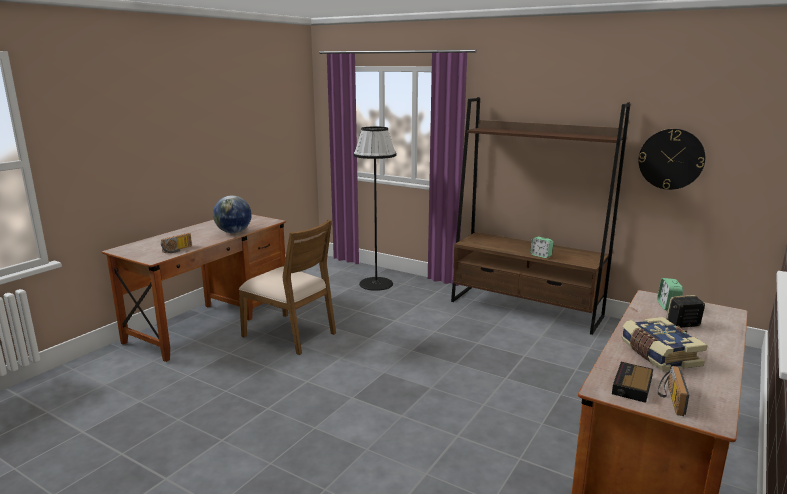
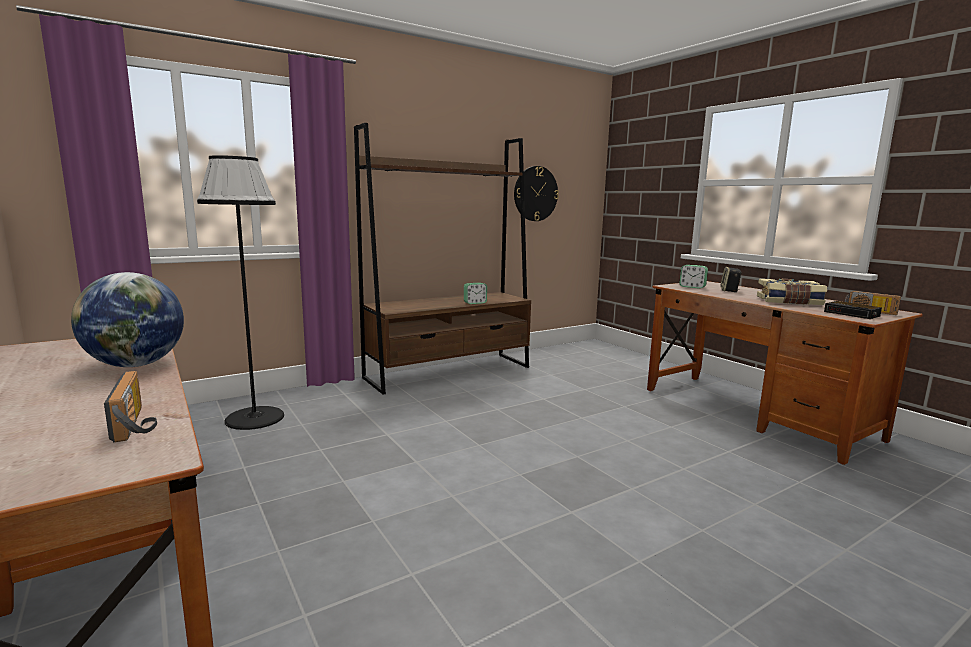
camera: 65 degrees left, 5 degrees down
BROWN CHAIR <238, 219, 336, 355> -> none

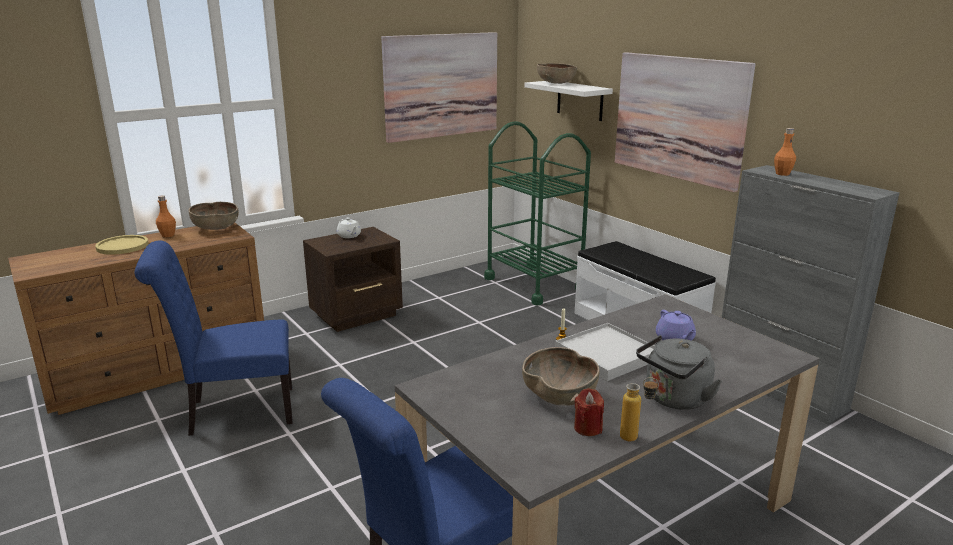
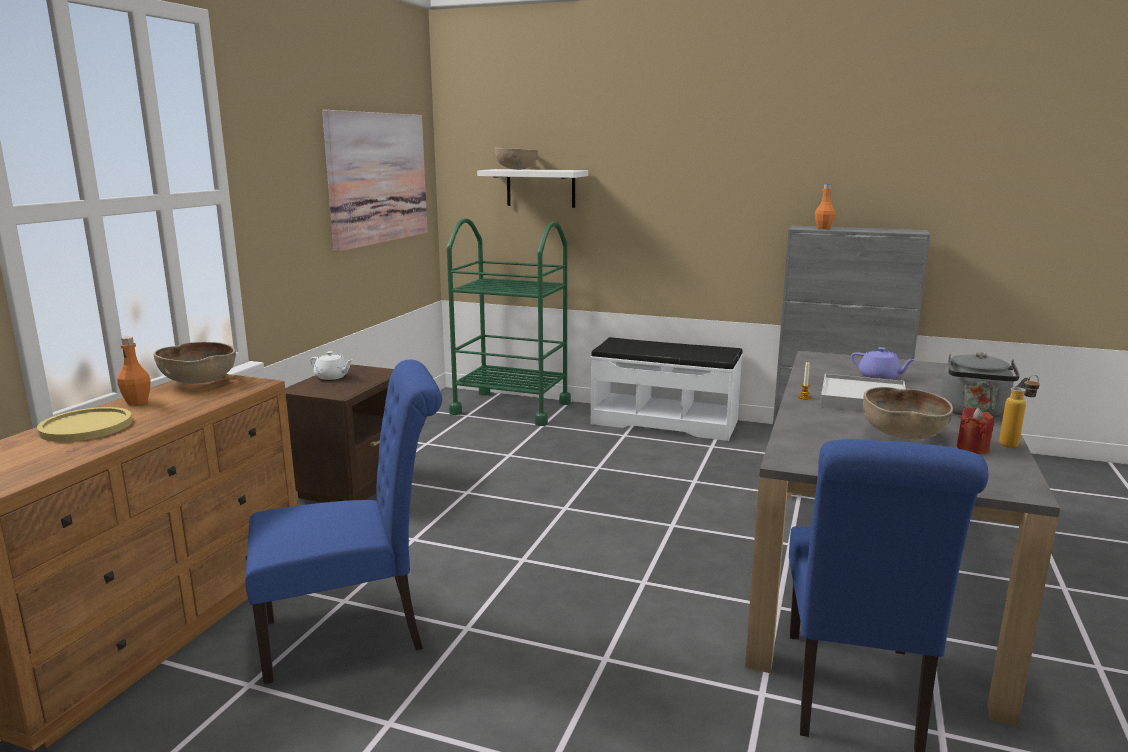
camera: 35 degrees left, 5 degrees down
PICTURE <615, 52, 755, 192> -> none
BLUISH CHAIR <135, 241, 293, 436> -> BLUISH CHAIR <246, 360, 442, 684>, 150 degrees counterclockwise

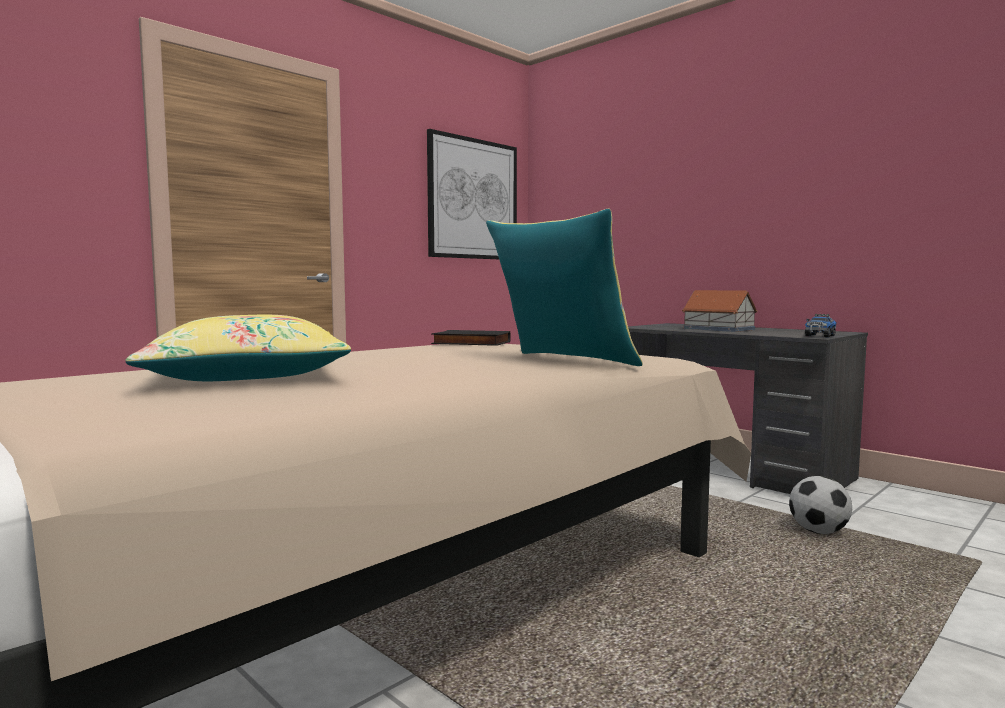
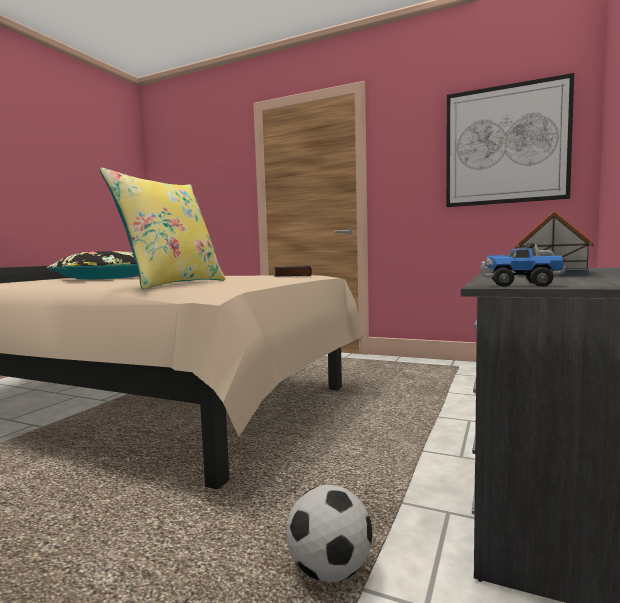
camera: 70 degrees right, 0 degrees up
YELLOW CUSHION <125, 315, 351, 381> -> BLACK CUSHION <47, 251, 139, 280>

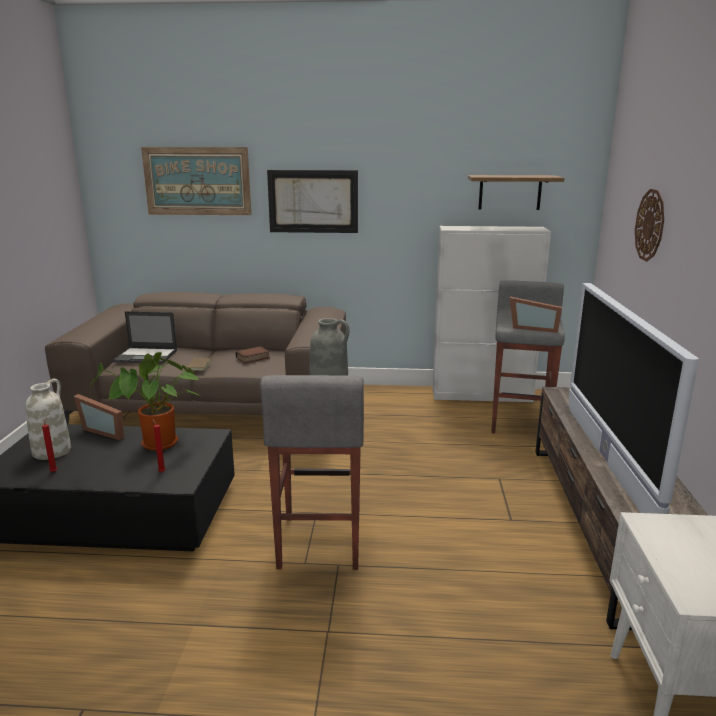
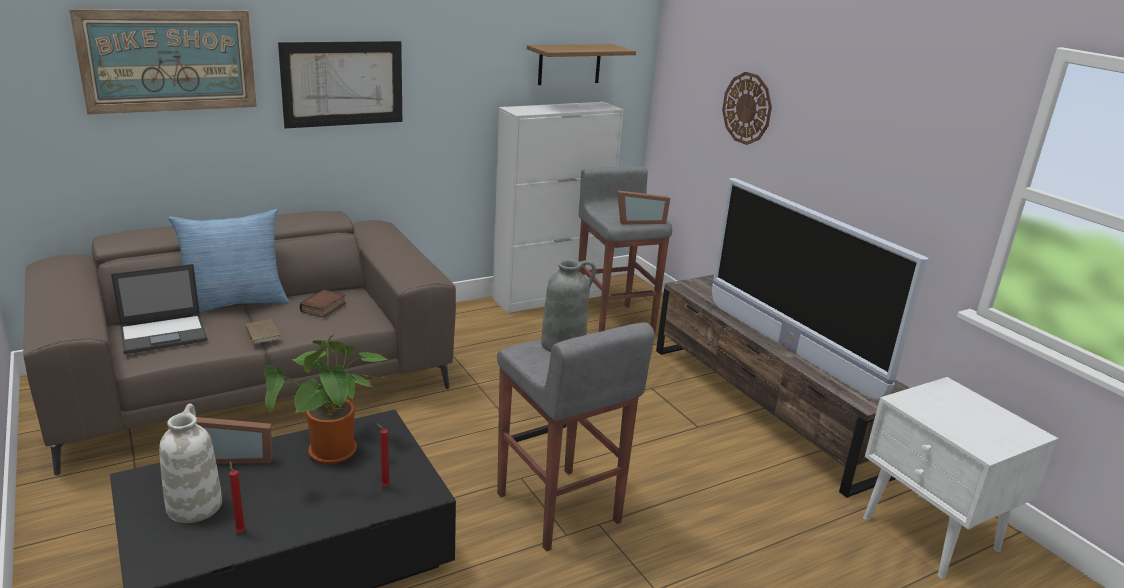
camera: 35 degrees left, 5 degrees up
none -> CUSHION <168, 209, 290, 313>

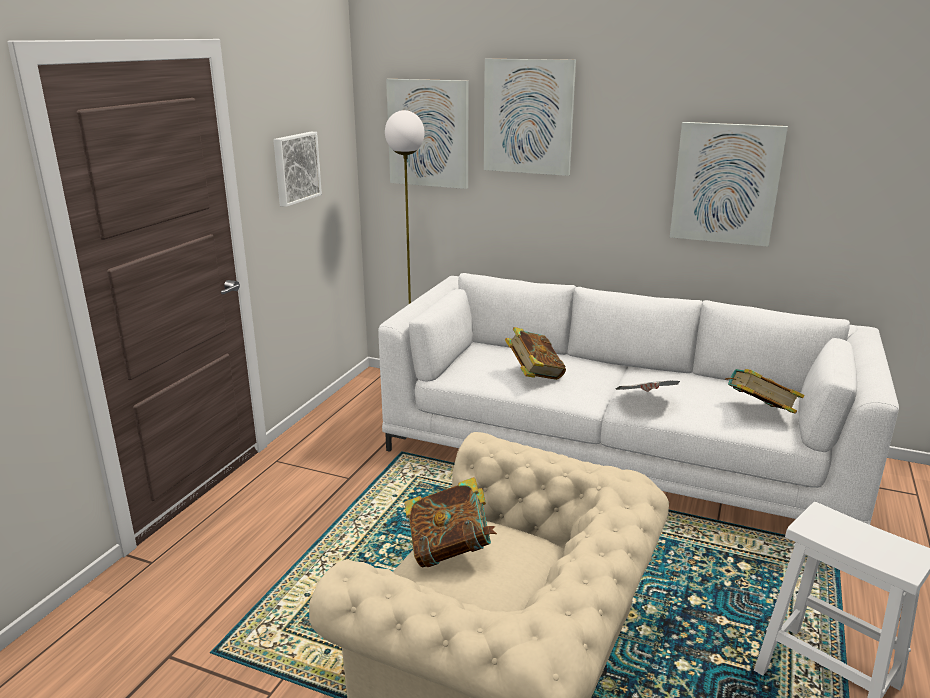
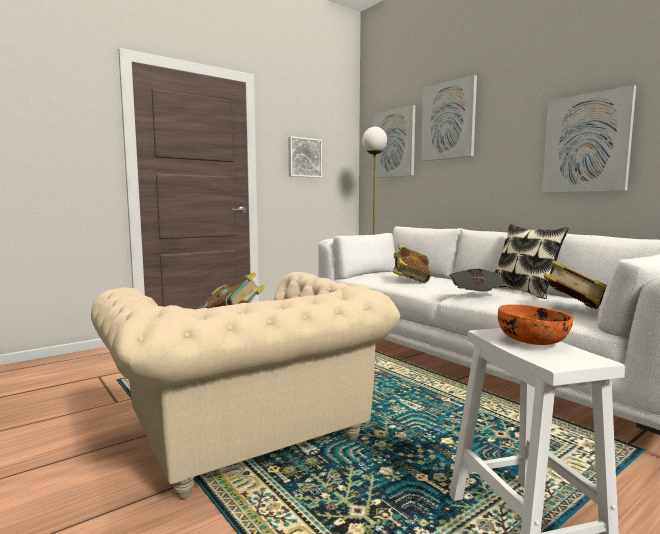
camera: 30 degrees right, 15 degrees down
none -> CUSHION <493, 224, 569, 299>
none -> ORANGE SERVING BOWL <498, 304, 573, 345>

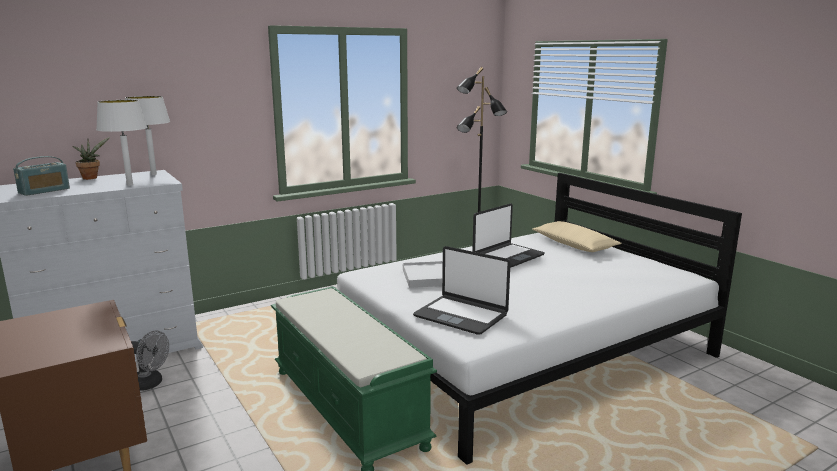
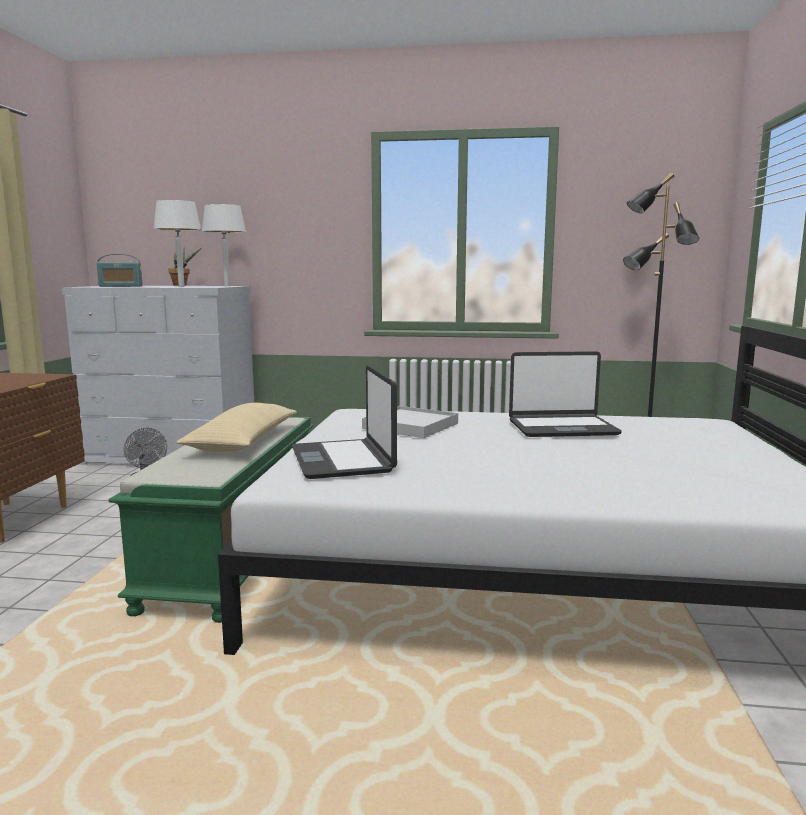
camera: 40 degrees right, 5 degrees down
BEIGE-COLOURED CUSHION <532, 221, 622, 252> -> BEIGE-COLOURED CUSHION <176, 403, 297, 452>, shifted

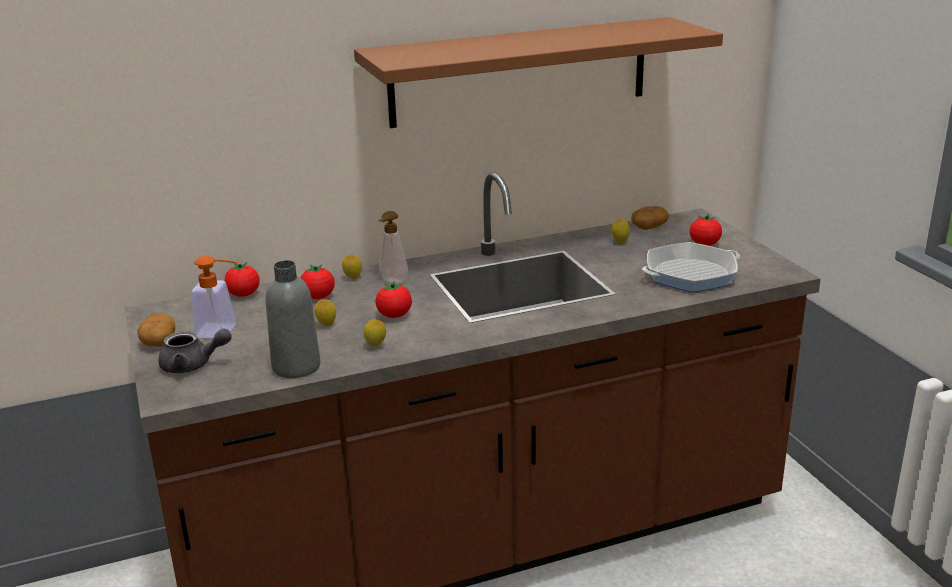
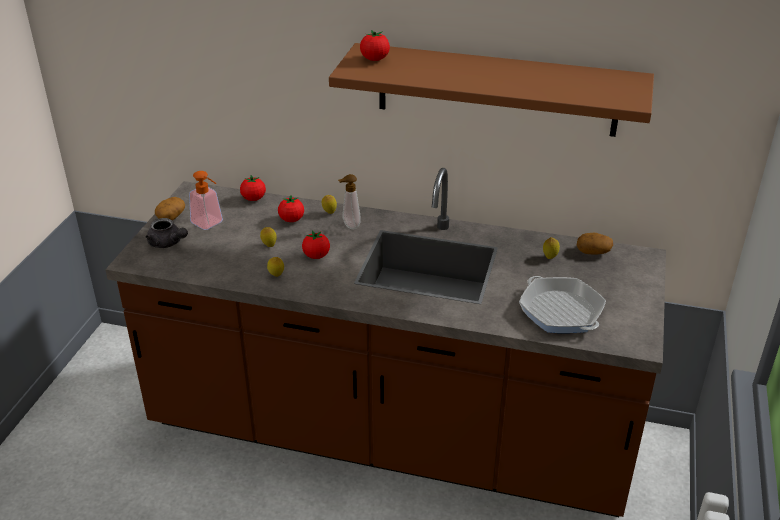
camera: 35 degrees right, 10 degrees up
TOMATO <690, 214, 722, 246> -> TOMATO <360, 30, 390, 61>, shifted
FRYING PAN <642, 242, 740, 292> -> FRYING PAN <519, 276, 606, 333>, 45 degrees clockwise
GREY BOTTLE <266, 260, 320, 378> -> none

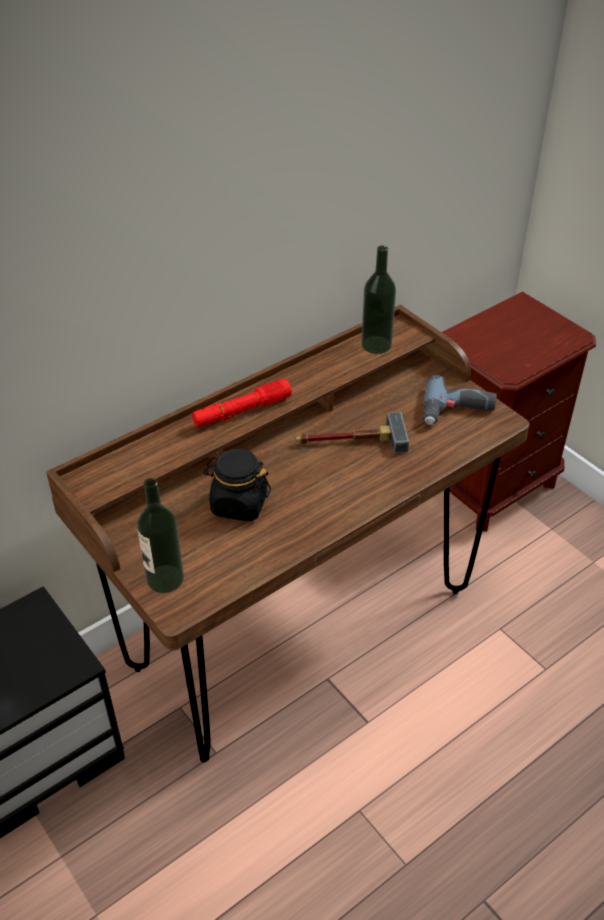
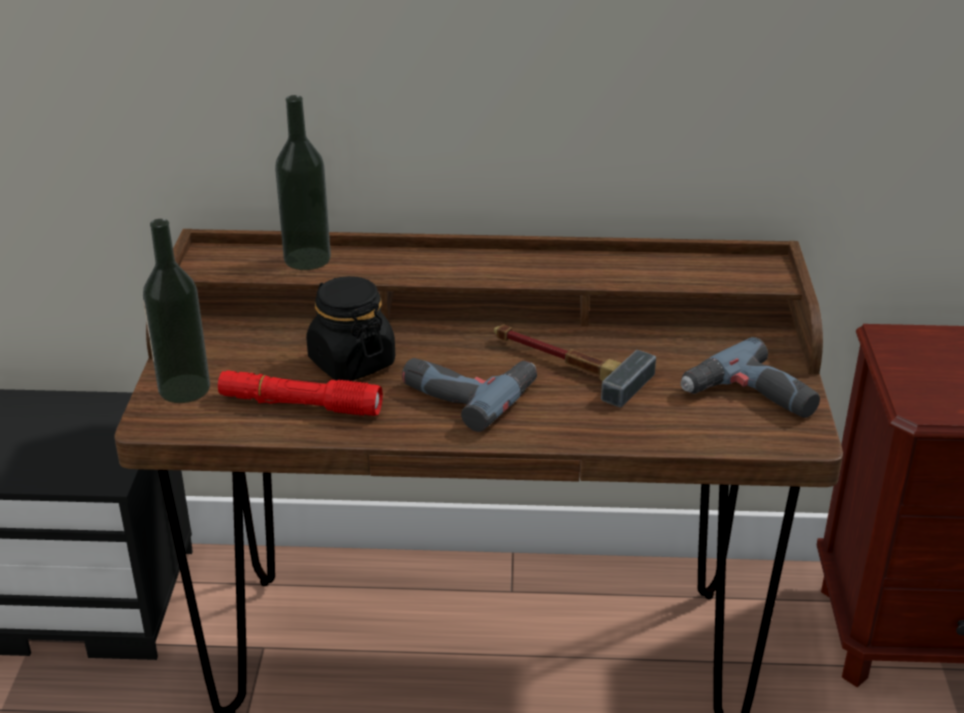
camera: 40 degrees right, 10 degrees down
BOTTLE <361, 245, 396, 354> -> BOTTLE <275, 95, 331, 270>, shifted
RED HAND TORCH <192, 379, 292, 427> -> RED HAND TORCH <218, 370, 383, 416>, shifted
none -> ELECTRIC DRILL <402, 358, 537, 432>

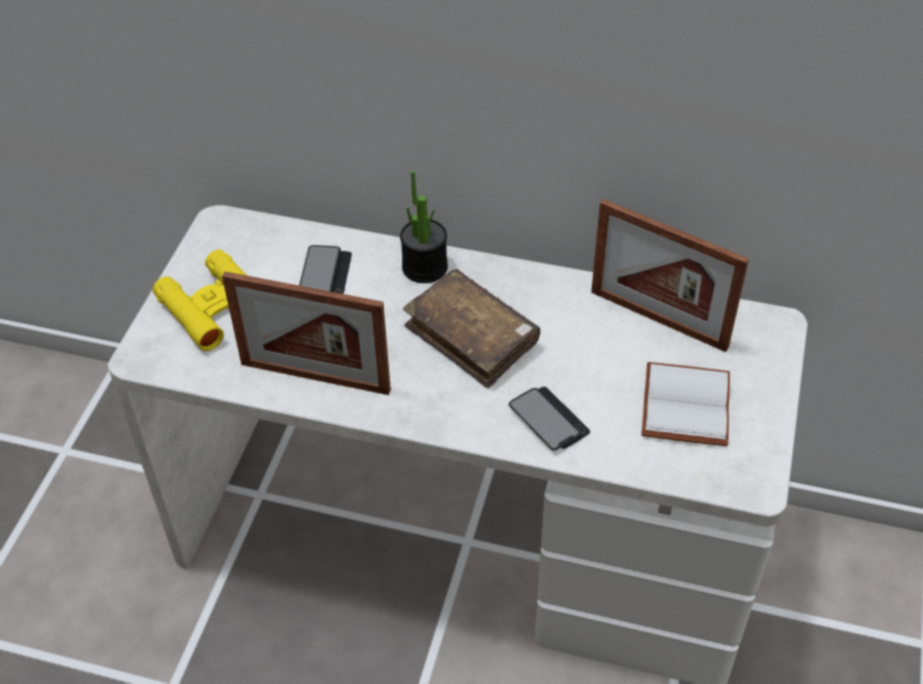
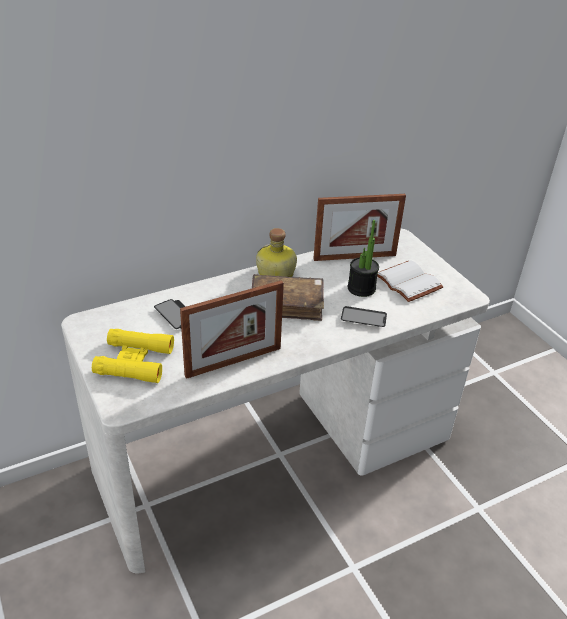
camera: 45 degrees left, 10 degrees down
HOUSEPLANT <400, 170, 448, 283> -> HOUSEPLANT <348, 220, 379, 297>, shifted
none -> BOTTLE <256, 228, 297, 277>

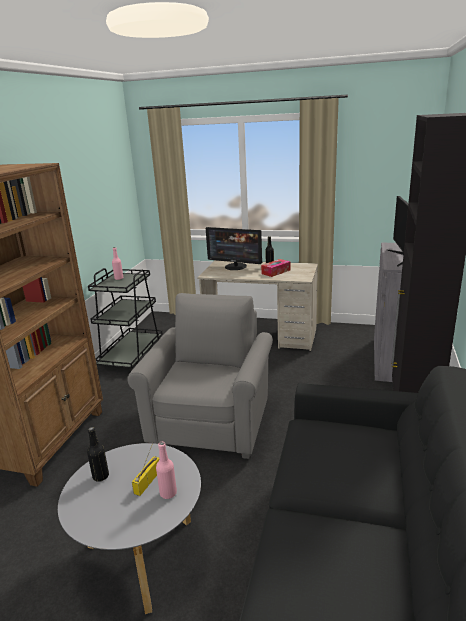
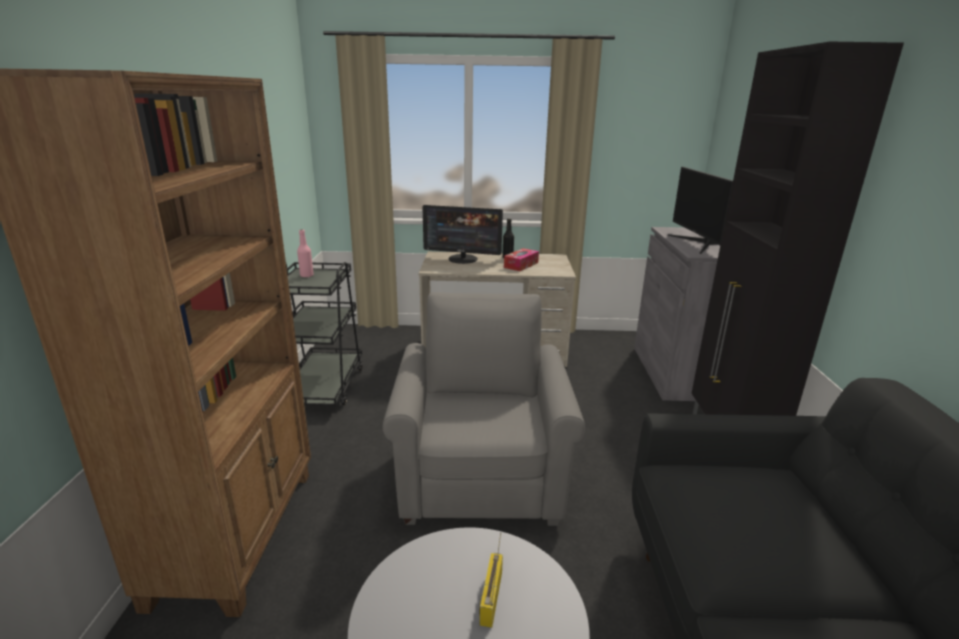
camera: 15 degrees left, 0 degrees up
BLACK BOTTLE <87, 427, 109, 482> -> none
PINK BOTTLE <156, 442, 177, 499> -> none

